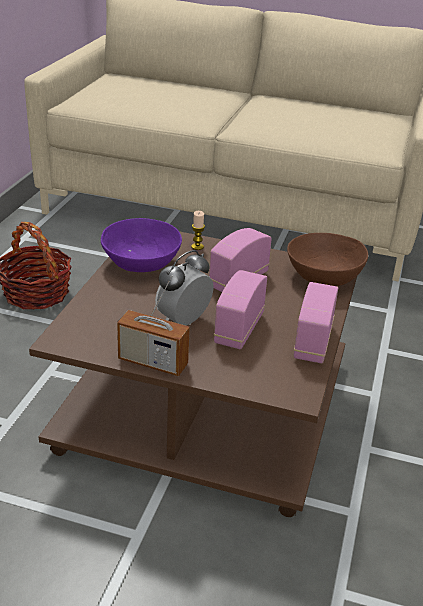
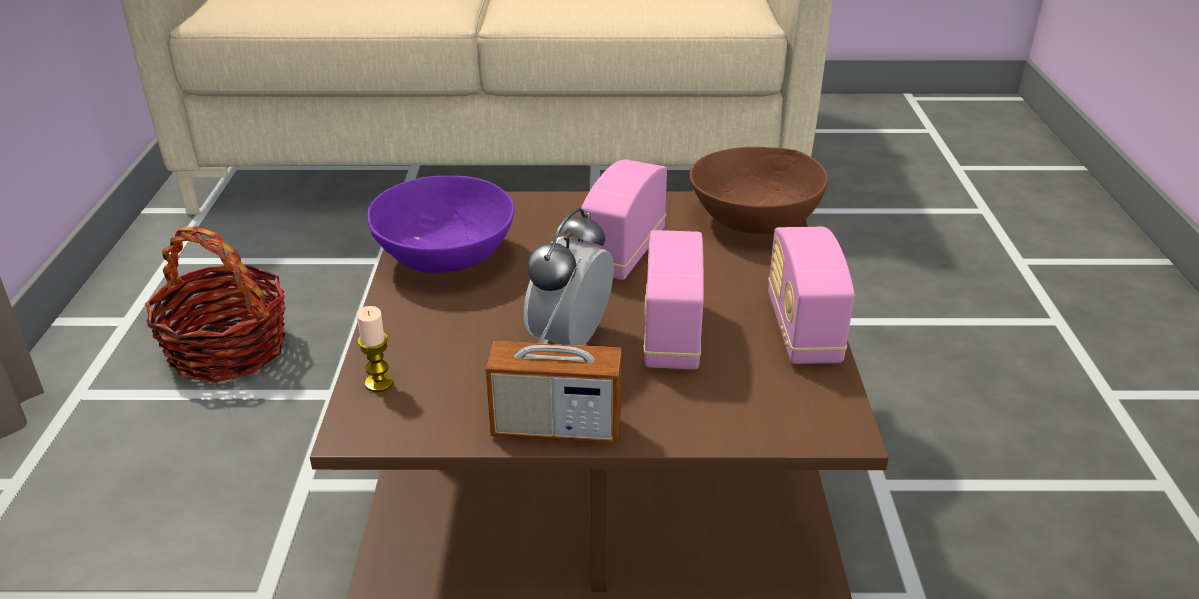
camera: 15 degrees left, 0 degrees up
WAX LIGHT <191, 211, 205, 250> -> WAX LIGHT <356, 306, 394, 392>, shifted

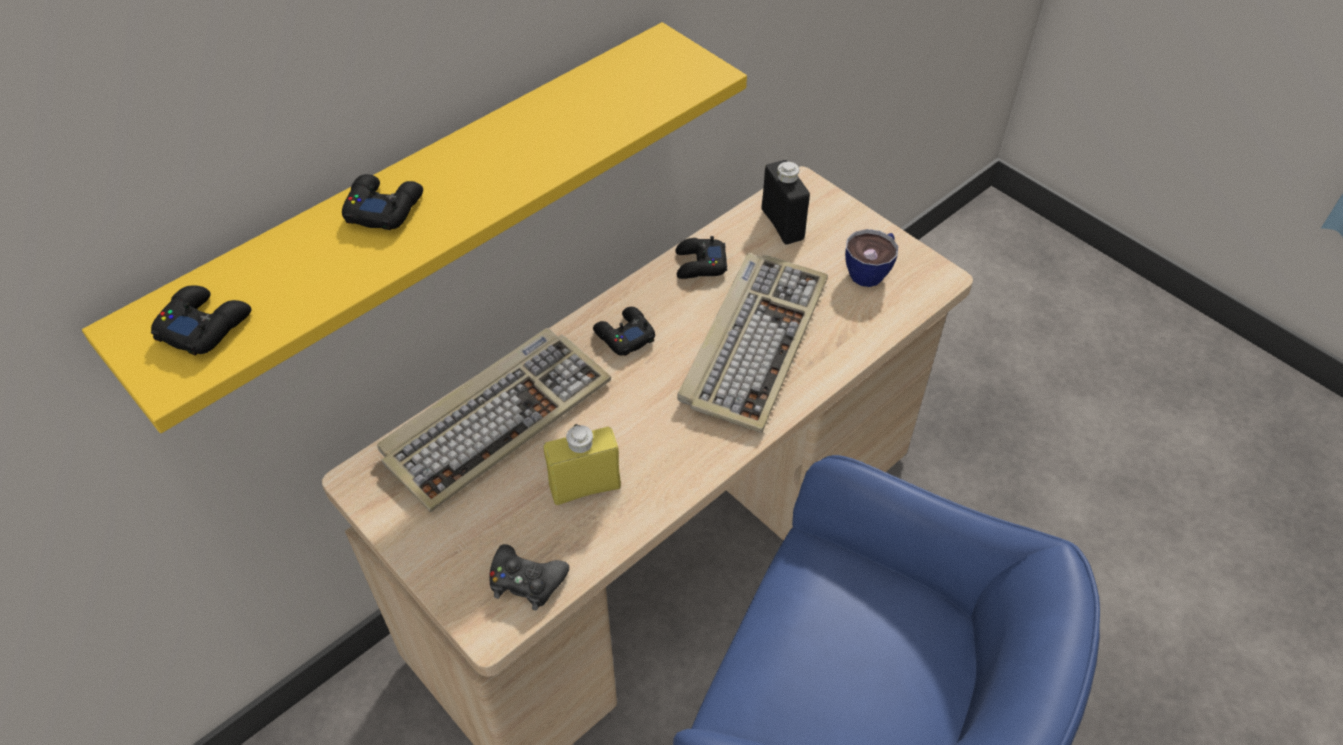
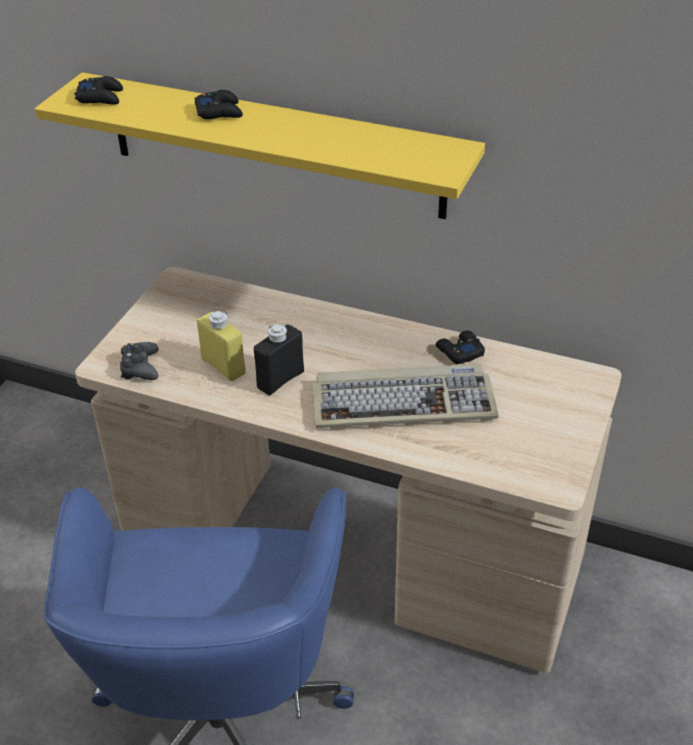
camera: 65 degrees right, 10 degrees down
BLACK BOTTLE <761, 160, 810, 244> -> BLACK BOTTLE <254, 324, 304, 395>, shifted
SMALL CUP <845, 229, 898, 287> -> none
BLACK GAME CONTROLLER <593, 307, 655, 356> -> none
PC KEYBOARD <377, 328, 611, 512> -> none

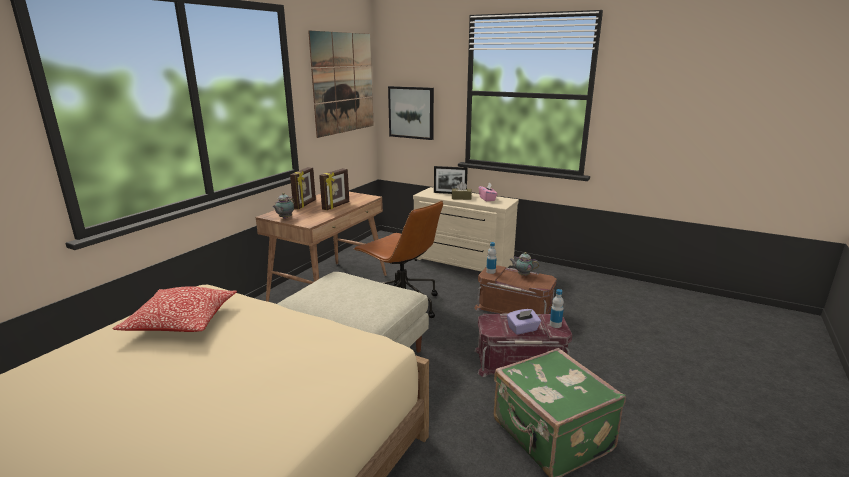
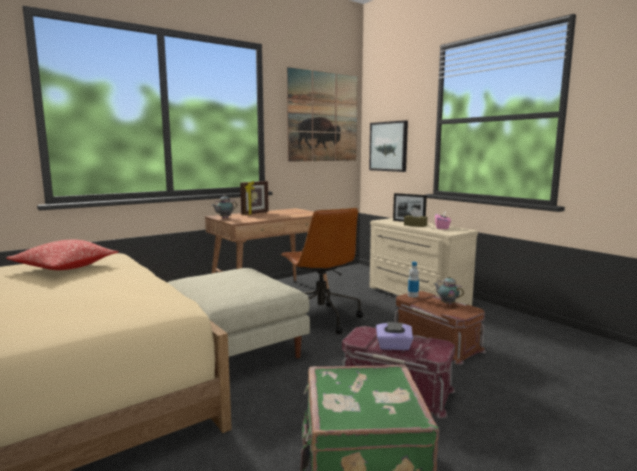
camera: 25 degrees right, 10 degrees down
STANDING FRAME <319, 168, 349, 210> -> none
BOTTLE <550, 289, 564, 328> -> none

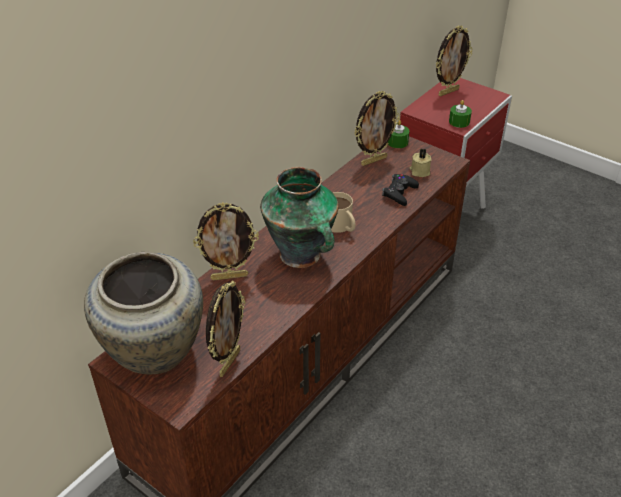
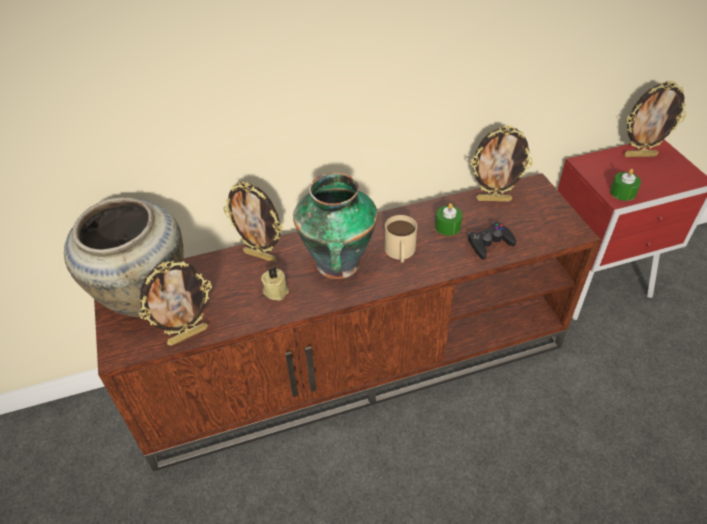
camera: 35 degrees right, 5 degrees up
GREEN-COLOURED WAX LIGHT <388, 121, 409, 148> -> GREEN-COLOURED WAX LIGHT <435, 203, 463, 236>, shifted
BEIGE-COLOURED WAX LIGHT <410, 148, 431, 177> -> BEIGE-COLOURED WAX LIGHT <261, 267, 289, 301>, shifted

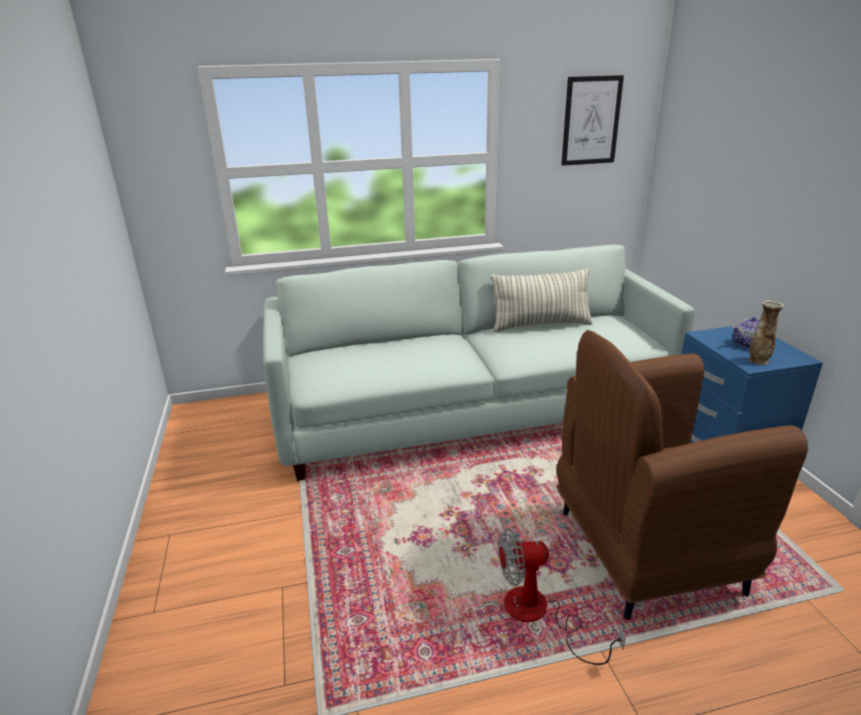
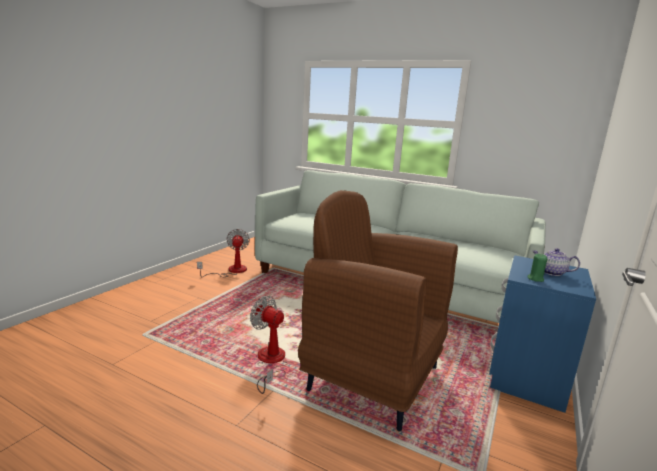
camera: 40 degrees right, 10 degrees down
PICTURE <561, 75, 624, 166> -> none
CUSHION <491, 268, 593, 332> -> none
FLOWER VASE <749, 300, 784, 365> -> GREEN-COLOURED WAX LIGHT <528, 254, 547, 282>
none -> FAN <197, 229, 250, 277>

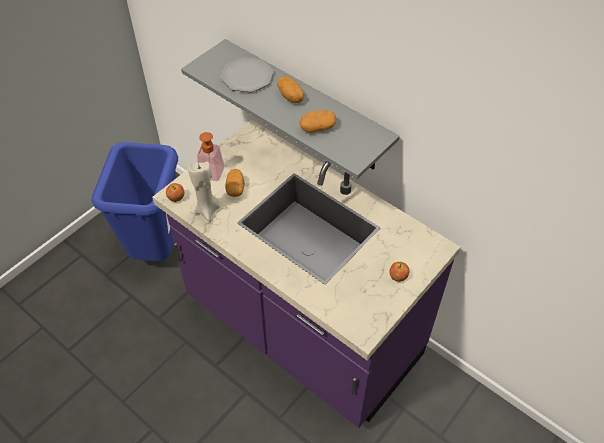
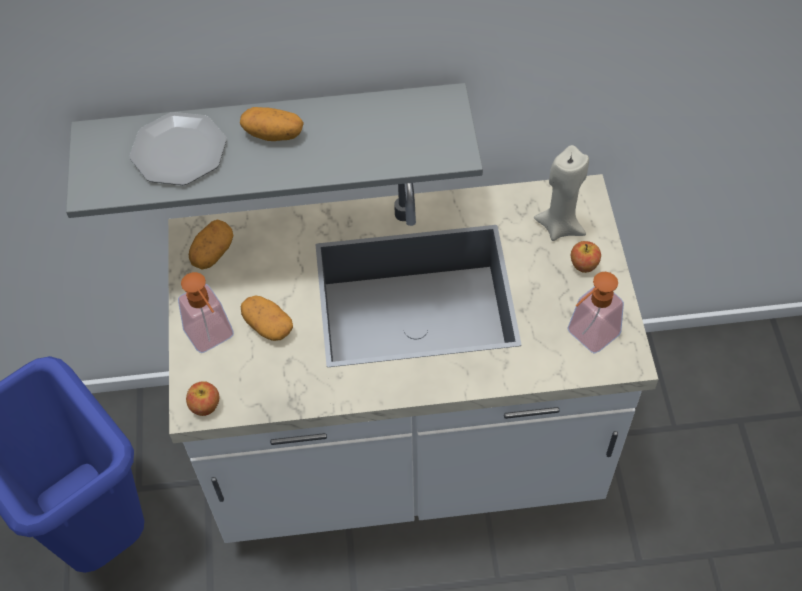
camera: 45 degrees left, 5 degrees up
SPUD <299, 110, 336, 133> -> SPUD <189, 219, 233, 270>, shifted
PURPLE KITCHEN COUNTER <152, 120, 461, 428> -> WHITISH KITCHEN COUNTER <168, 174, 658, 543>
BEIGE-COLOURED WAX LIGHT <188, 161, 220, 222> -> BEIGE-COLOURED WAX LIGHT <534, 145, 589, 241>, shifted
none -> SOAP BOTTLE <567, 272, 624, 354>

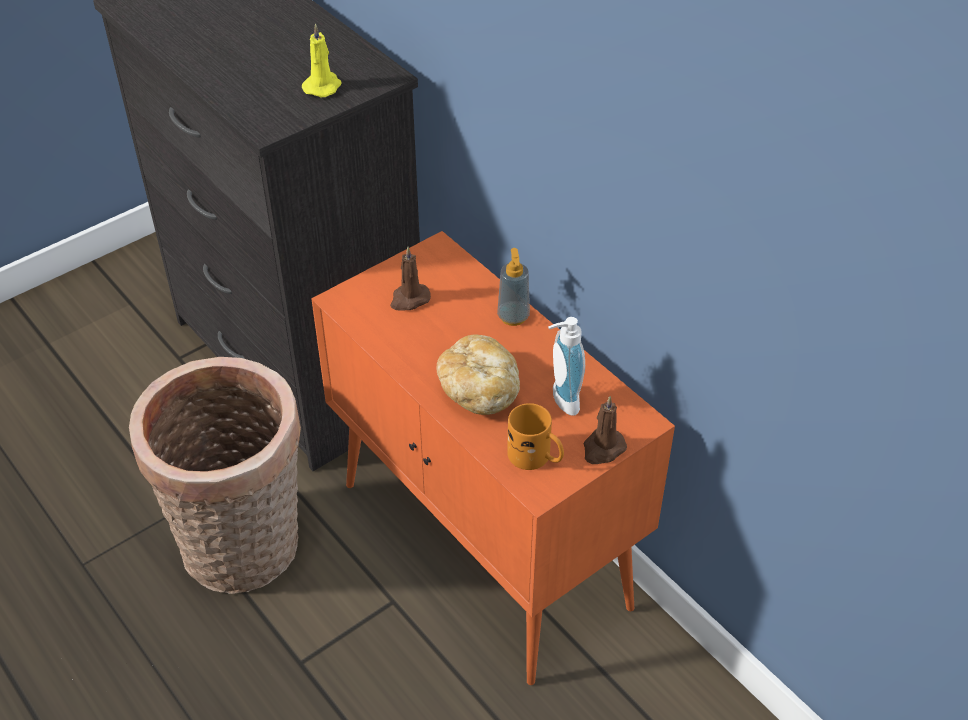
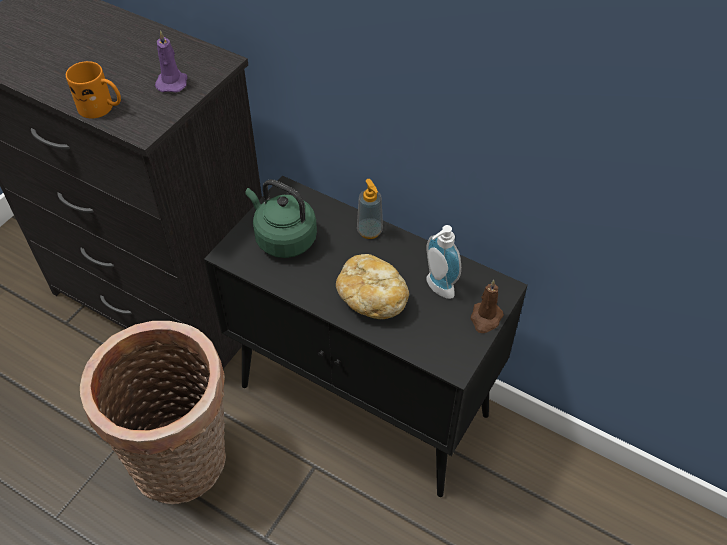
camera: 20 degrees left, 5 degrees up
YELLOW WAX LIGHT <302, 23, 341, 97> -> PURPLE WAX LIGHT <155, 30, 188, 92>
ORANGE STORAGE CABINET <311, 231, 675, 685> -> BLACK STORAGE CABINET <204, 176, 528, 497>
BROWN WAX LIGHT <390, 246, 431, 311> -> GREEN-COLOURED WATER KETTLE <246, 179, 317, 258>
ORANGE COFFEE MUG <507, 403, 564, 470> -> ORANGE COFFEE MUG <66, 61, 121, 118>, shifted

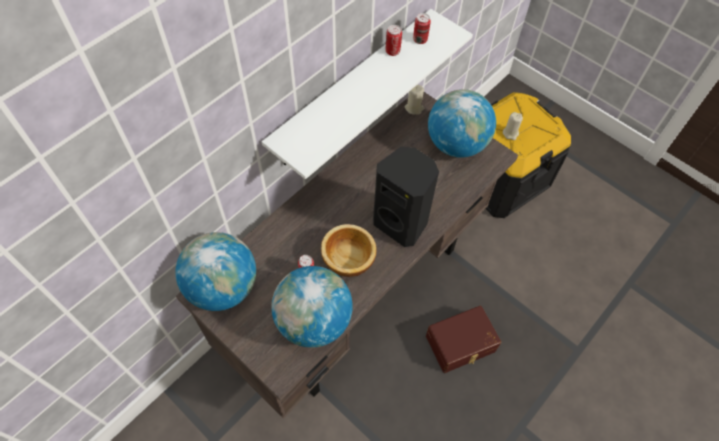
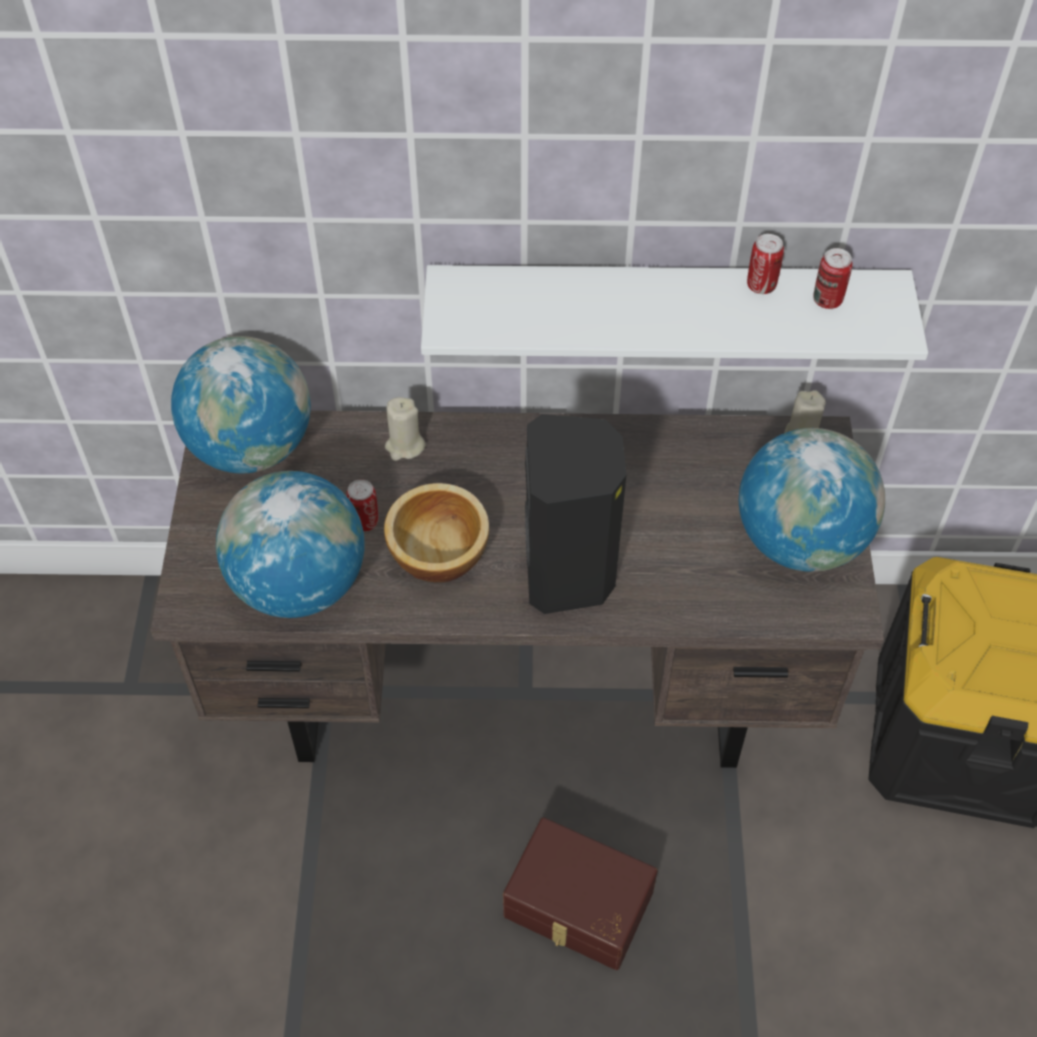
camera: 50 degrees right, 5 degrees down
BEIGE-COLOURED WAX LIGHT <503, 112, 523, 140> -> BEIGE-COLOURED WAX LIGHT <385, 397, 426, 461>, shifted

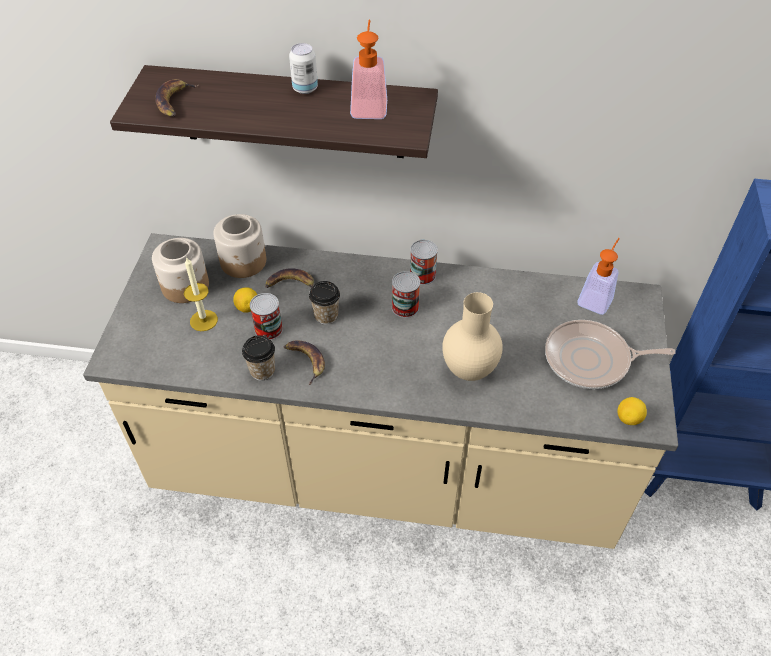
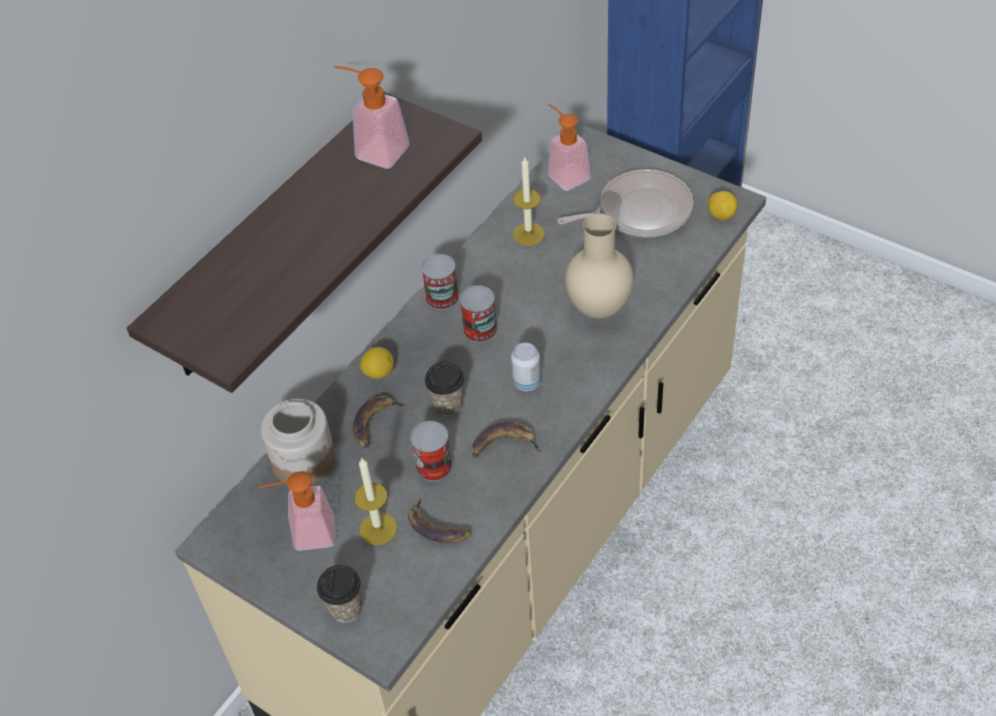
camera: 60 degrees left, 0 degrees up
SEALED CAN <289, 43, 318, 94> -> SEALED CAN <511, 343, 541, 391>, shifted
BANANA <156, 79, 199, 117> -> BANANA <408, 497, 472, 543>, shifted
STORAGE JAR <152, 238, 209, 303> -> SOAP BOTTLE <258, 472, 335, 551>
LEMON <233, 287, 257, 313> -> LEMON <360, 347, 394, 379>, shifted
FRYING PAN <545, 320, 676, 389> -> FRYING PAN <558, 169, 693, 238>, 135 degrees counterclockwise
SMALL CUP <242, 335, 275, 381> -> SMALL CUP <317, 565, 362, 623>, shifted
none -> WAX LIGHT <513, 156, 545, 246>

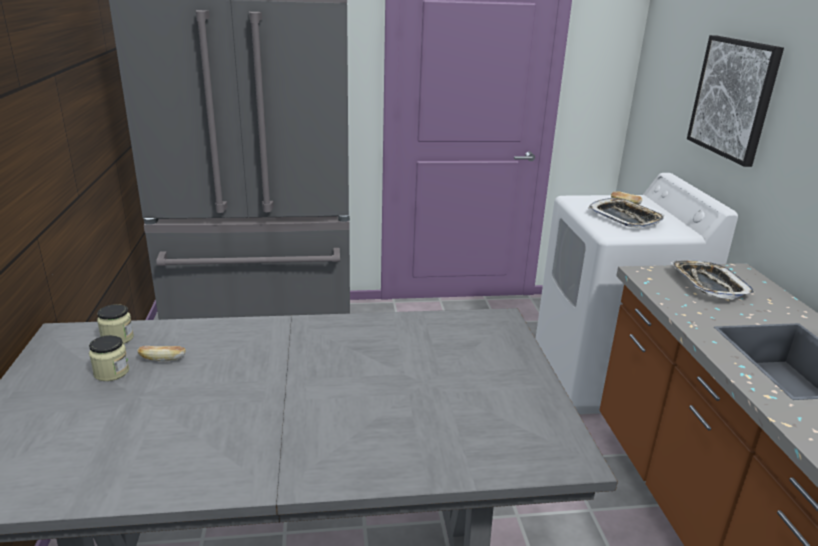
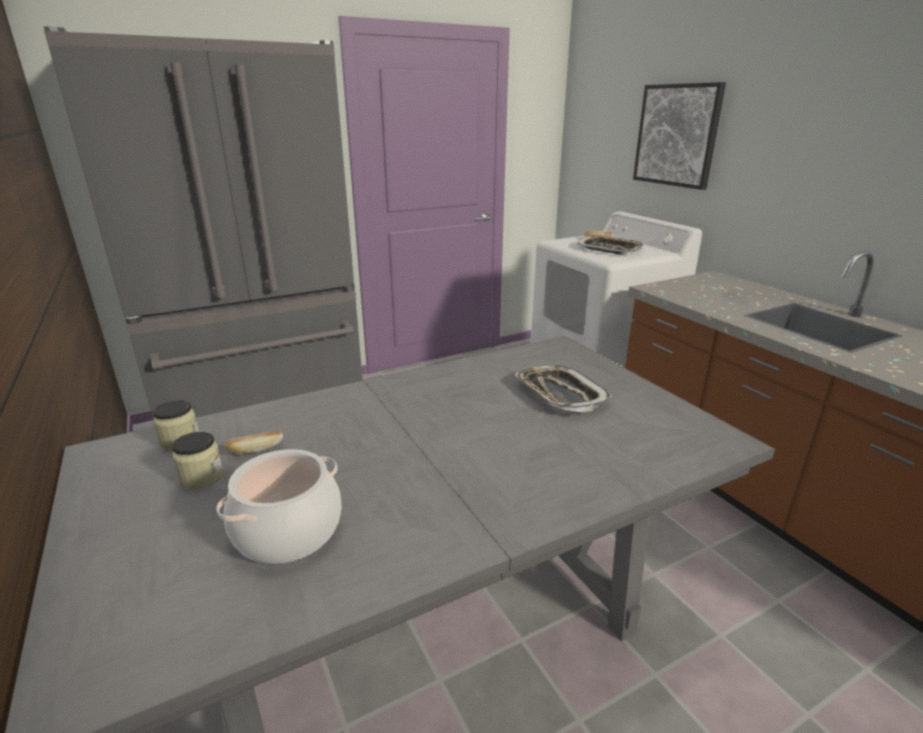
camera: 20 degrees left, 0 degrees up
SERVING TRAY <671, 260, 755, 300> -> SERVING TRAY <514, 365, 612, 412>, shifted
none -> COOKING POT <216, 449, 342, 564>

